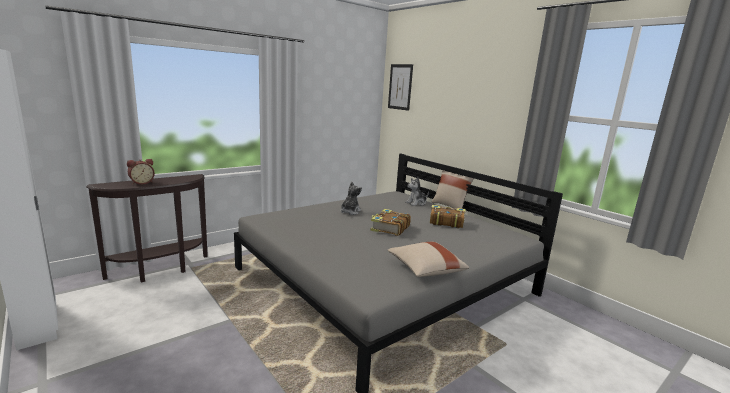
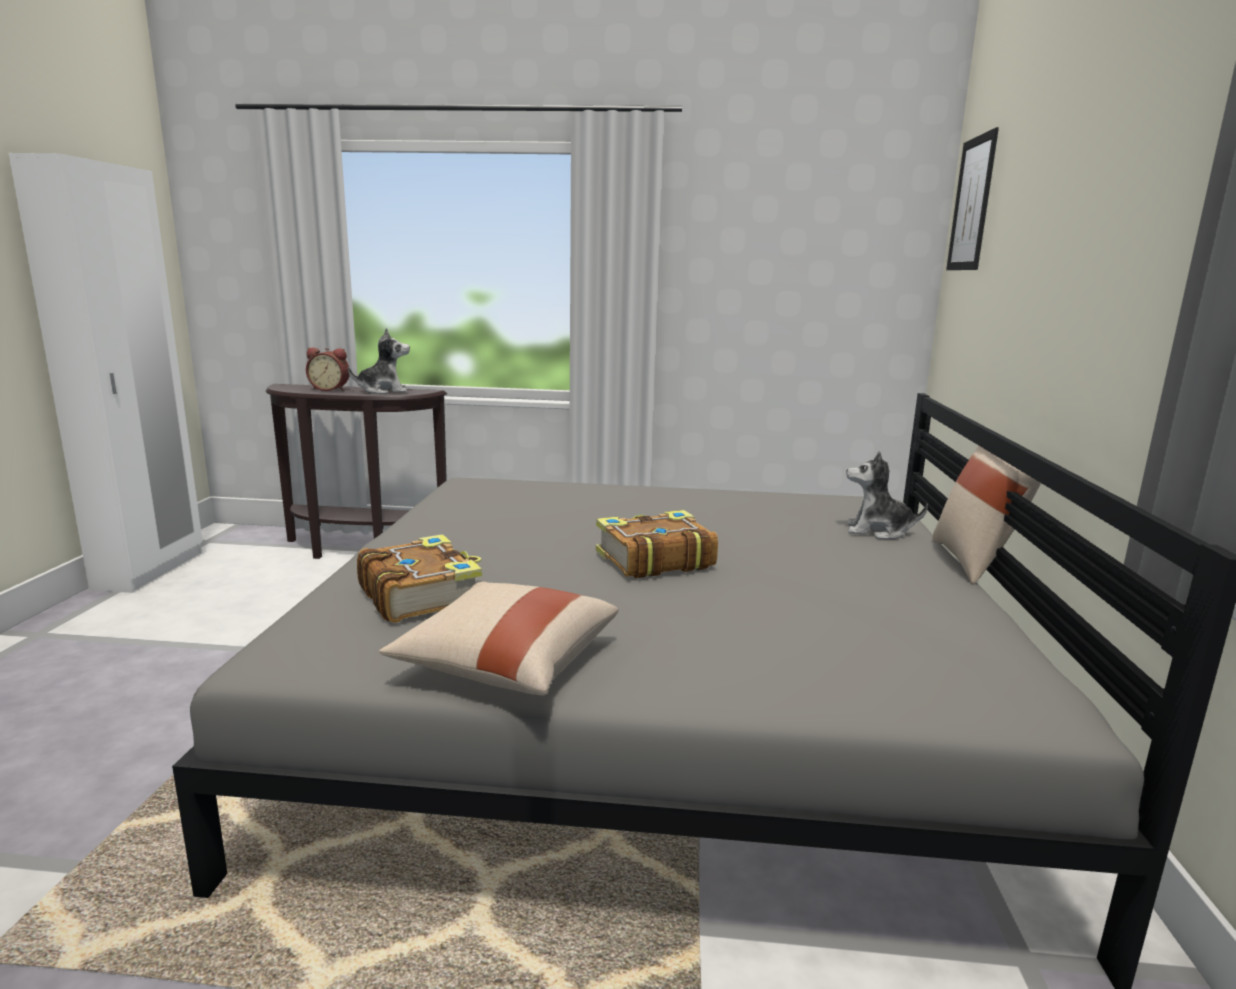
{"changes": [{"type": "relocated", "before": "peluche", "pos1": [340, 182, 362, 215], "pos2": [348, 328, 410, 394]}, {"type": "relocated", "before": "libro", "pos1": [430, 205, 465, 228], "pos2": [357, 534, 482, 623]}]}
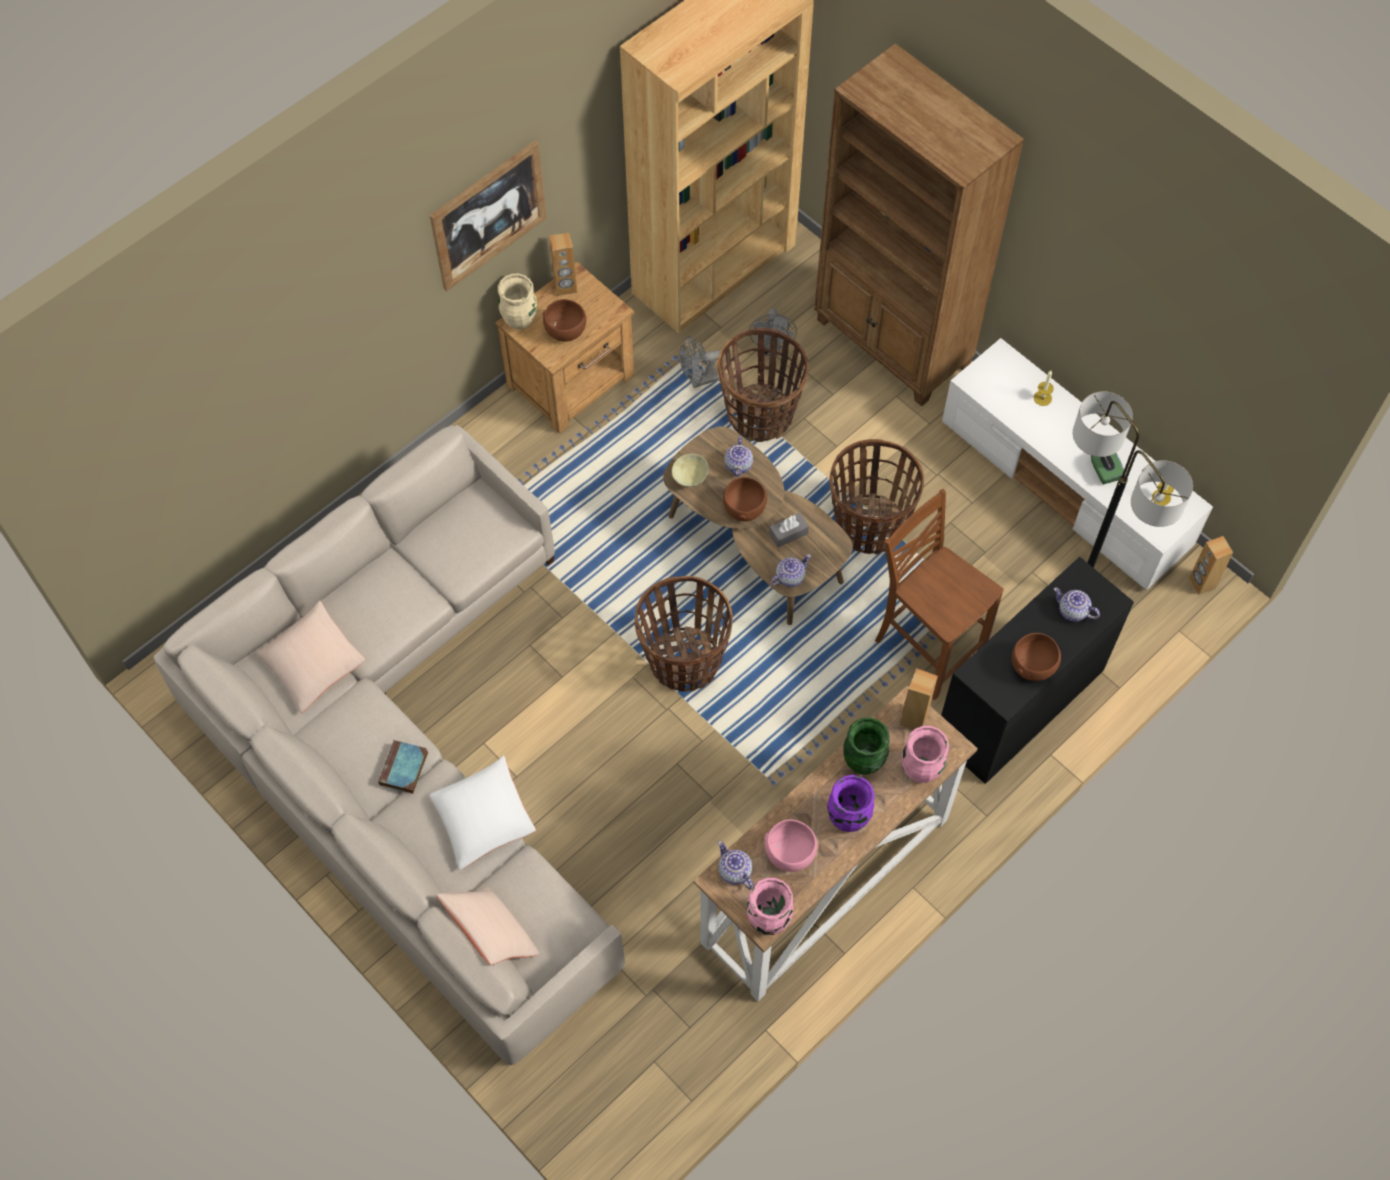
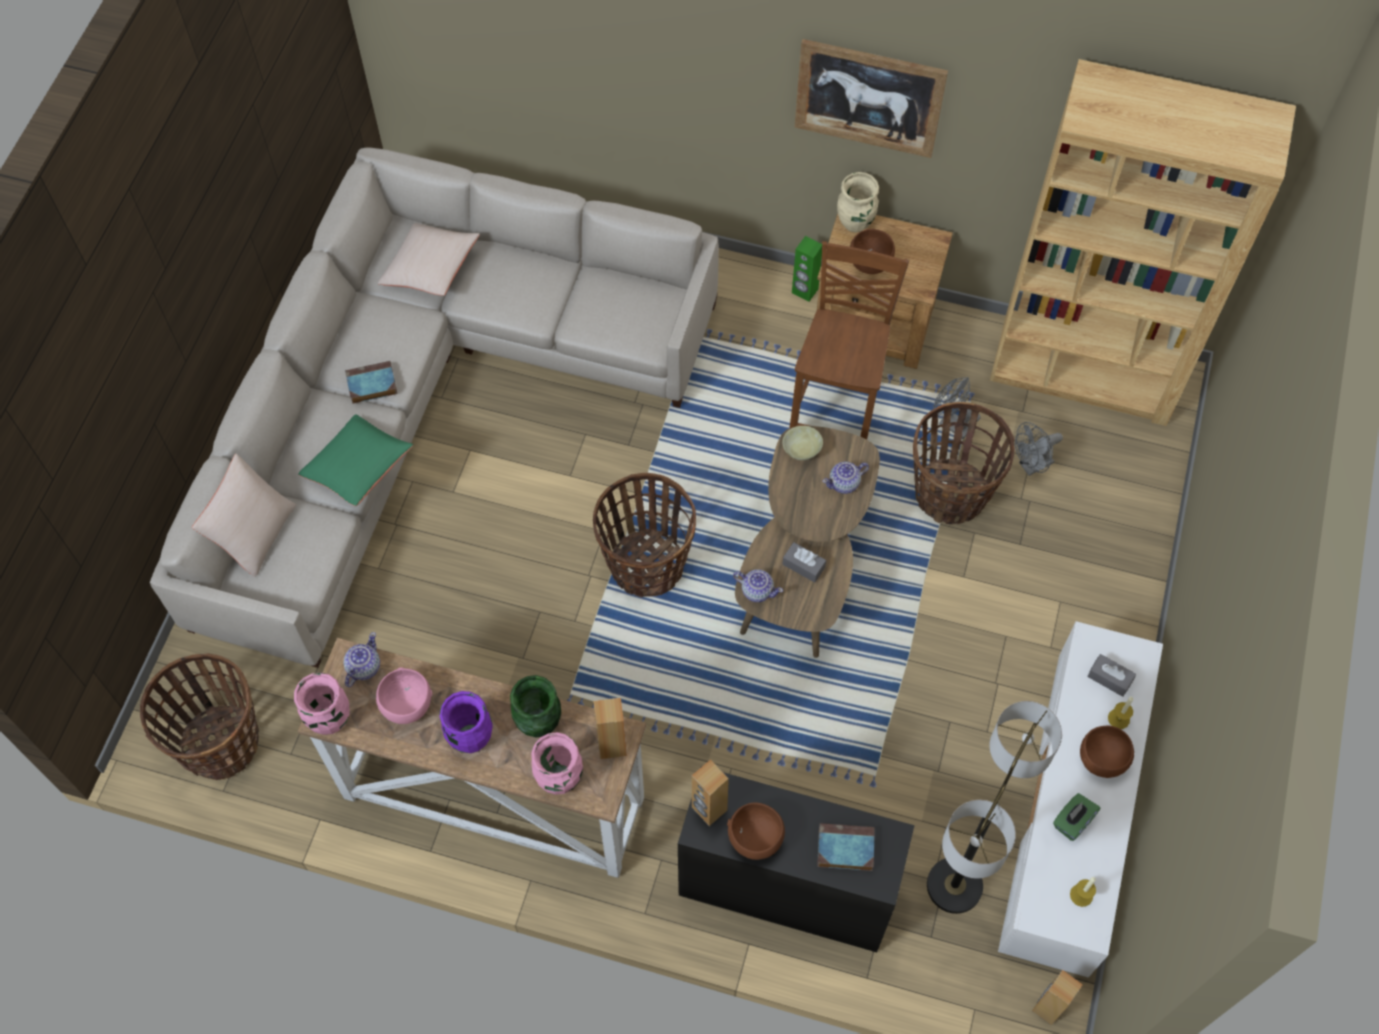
{"changes": [{"type": "missing", "before": "estantería [marrón]", "pos1": [814, 43, 1024, 406]}, {"type": "relocated", "before": "altavoz [marrón]", "pos1": [549, 232, 577, 296], "pos2": [692, 759, 729, 826]}, {"type": "relocated", "before": "cesta", "pos1": [829, 439, 924, 554], "pos2": [140, 653, 260, 780]}, {"type": "relocated", "before": "cuenco [marrón]", "pos1": [723, 477, 767, 522], "pos2": [1080, 726, 1134, 778]}, {"type": "relocated", "before": "silla [marrón]", "pos1": [875, 489, 1004, 700], "pos2": [789, 241, 909, 440]}, {"type": "exchanged", "before": "tetera", "after": "libro", "pos1": [1054, 588, 1100, 622], "pos2": [817, 823, 875, 871]}, {"type": "colour", "before": "cojín [blanco]", "after": "cojín [verde]", "pos1": [429, 756, 536, 870], "pos2": [298, 414, 413, 506]}, {"type": "appeared", "after": "altavoz [verde]", "pos2": [792, 236, 822, 302]}, {"type": "appeared", "after": "caja de pañuelos [gris]", "pos2": [1087, 654, 1136, 697]}]}
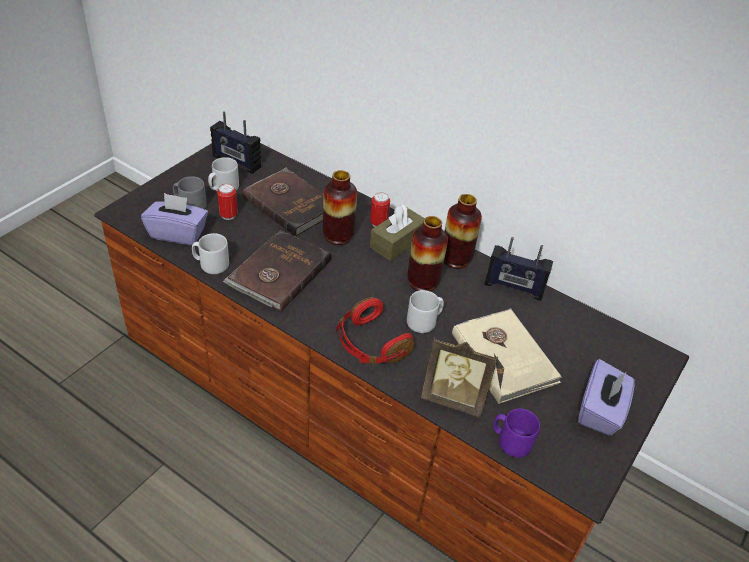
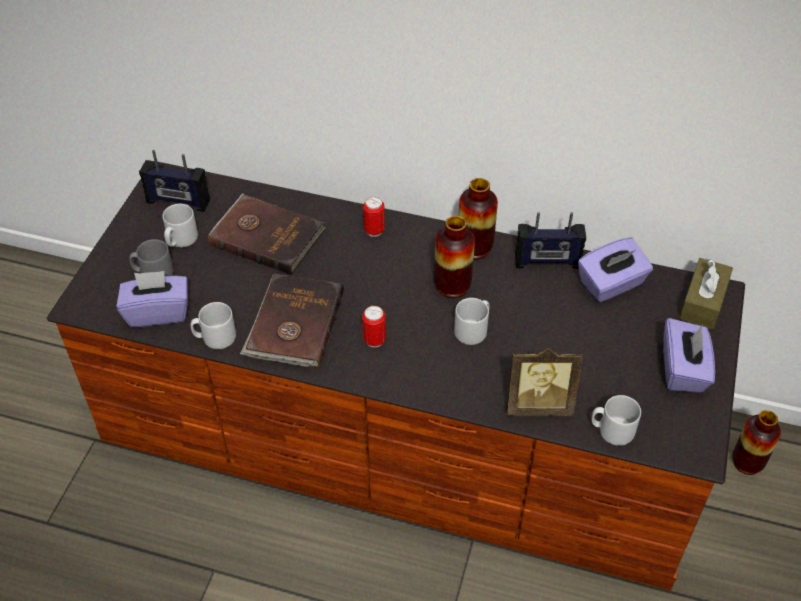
{"changes": [{"type": "relocated", "before": "florero", "pos1": [323, 170, 357, 245], "pos2": [732, 410, 781, 475]}, {"type": "relocated", "before": "lata", "pos1": [217, 184, 238, 220], "pos2": [362, 306, 386, 347]}, {"type": "relocated", "before": "caja de pañuelos [marrón]", "pos1": [370, 205, 425, 261], "pos2": [679, 258, 733, 329]}, {"type": "missing", "before": "auriculares [rojo]", "pos1": [336, 297, 415, 364]}, {"type": "missing", "before": "libro [beis]", "pos1": [452, 308, 562, 404]}, {"type": "colour", "before": "taza grande [morado]", "after": "taza grande [gris]", "pos1": [494, 409, 540, 458], "pos2": [591, 395, 641, 446]}, {"type": "appeared", "after": "caja de pañuelos [morado]", "pos2": [578, 238, 653, 302]}]}
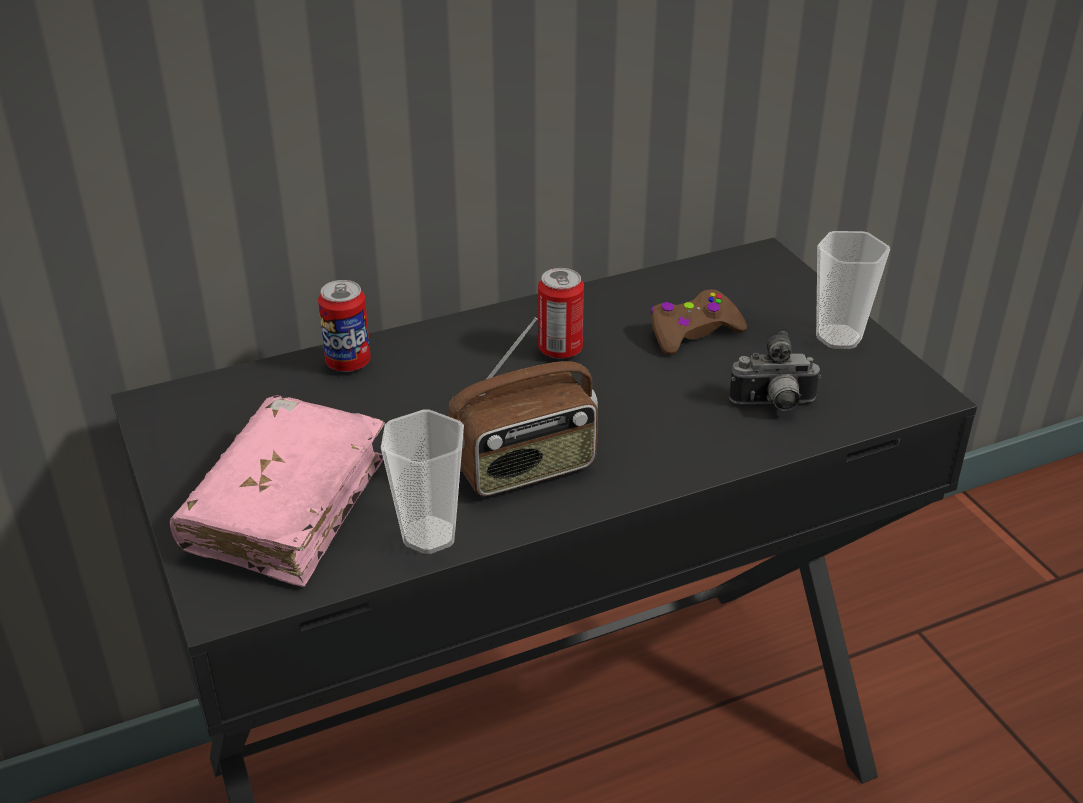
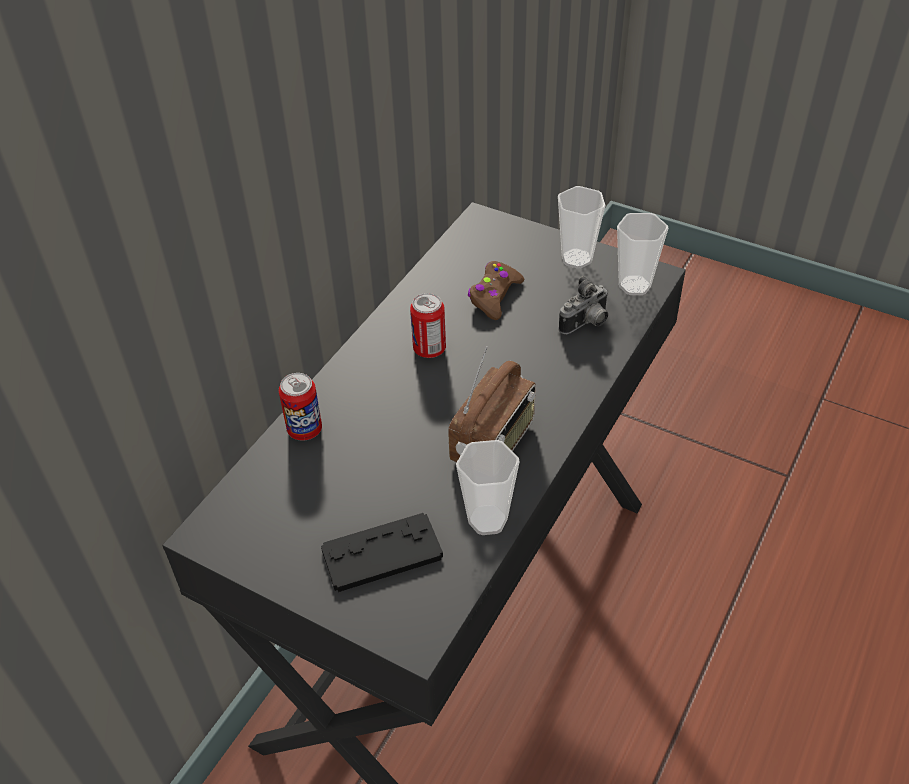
{"changes": [{"type": "exchanged", "before": "libro [rosa]", "after": "mando de consola [negro]", "pos1": [170, 395, 385, 587], "pos2": [321, 513, 443, 592]}, {"type": "appeared", "after": "taza", "pos2": [617, 213, 668, 295]}]}
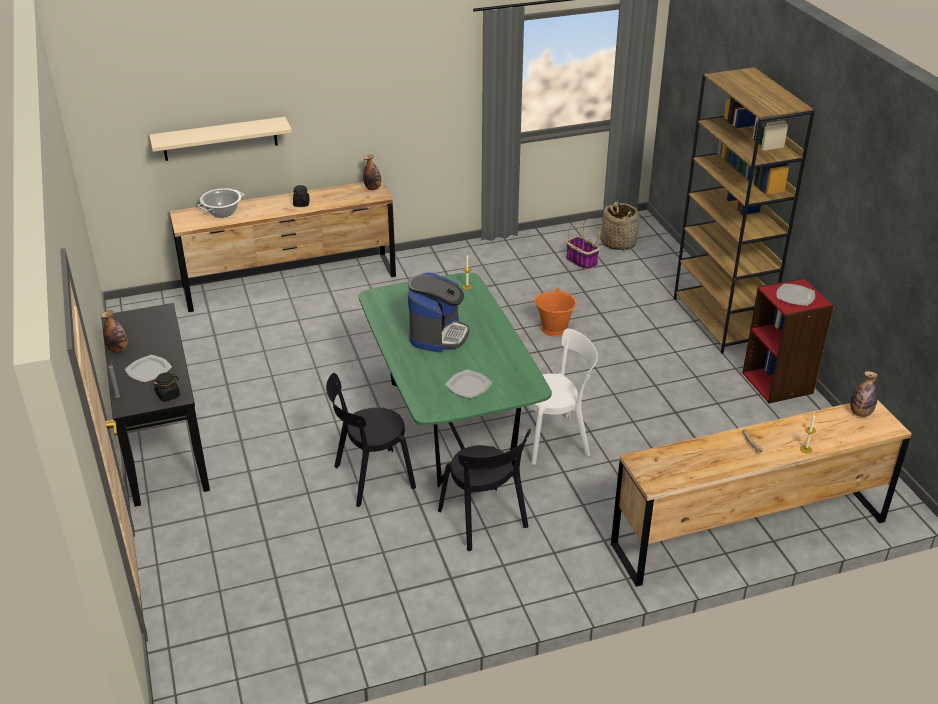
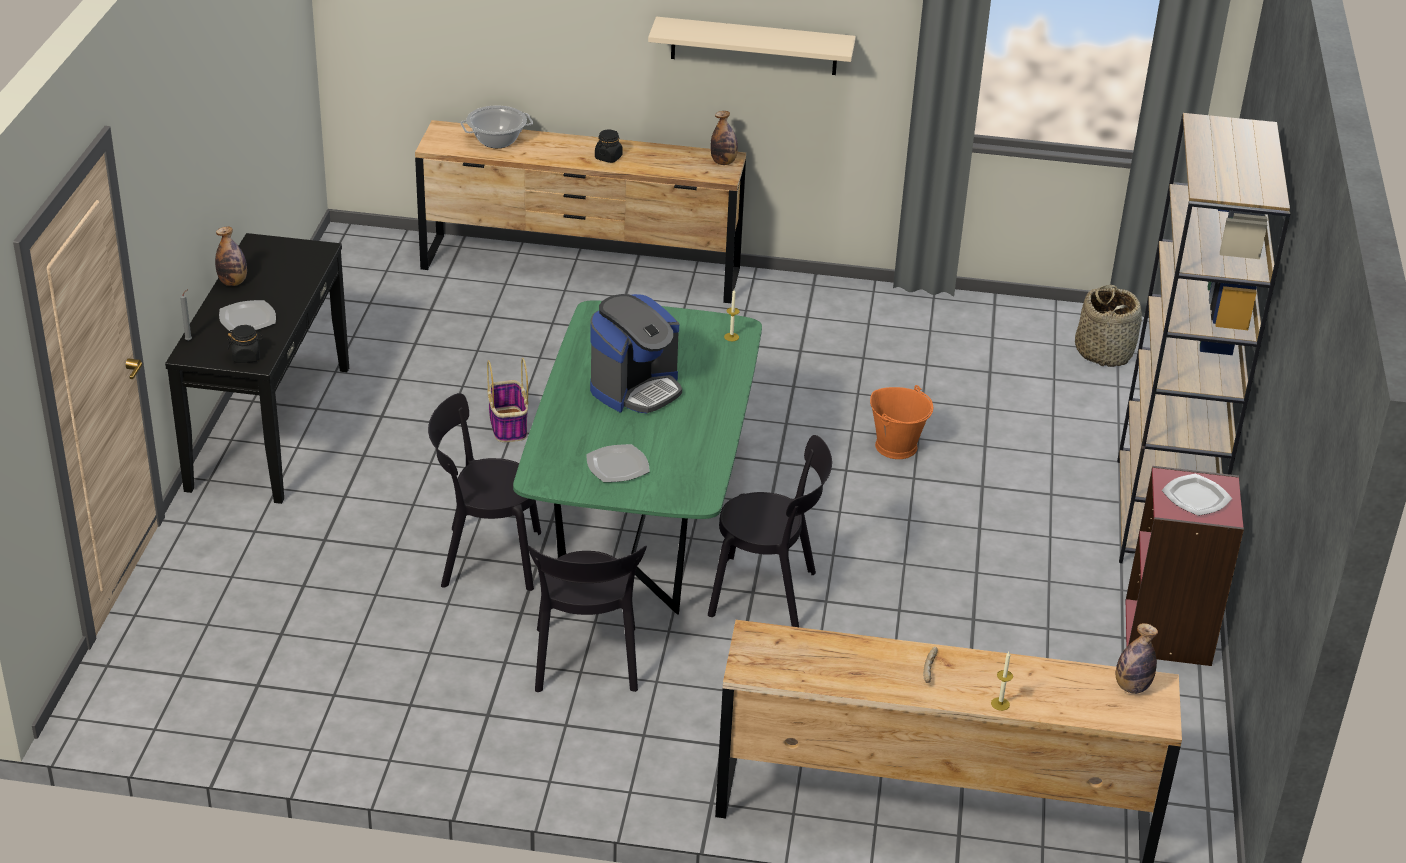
{"changes": [{"type": "relocated", "before": "estante [beis]", "pos1": [149, 117, 292, 161], "pos2": [648, 17, 856, 75]}, {"type": "relocated", "before": "cesta", "pos1": [566, 219, 600, 270], "pos2": [487, 358, 528, 442]}, {"type": "colour", "before": "silla [blanco]", "after": "silla [negro]", "pos1": [520, 328, 598, 465], "pos2": [708, 435, 832, 627]}]}
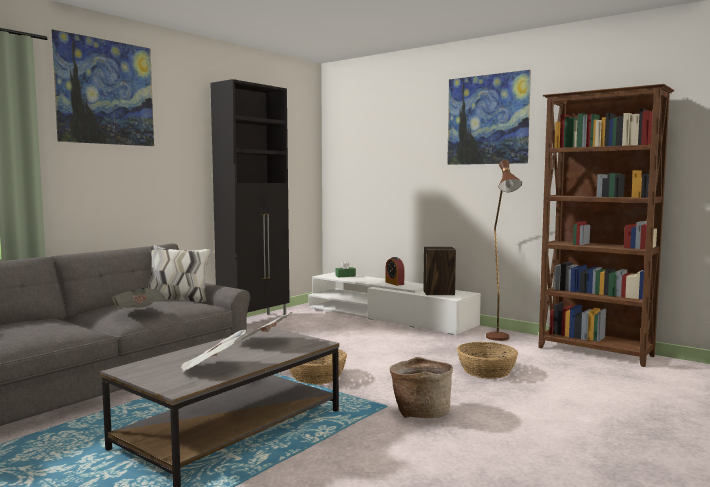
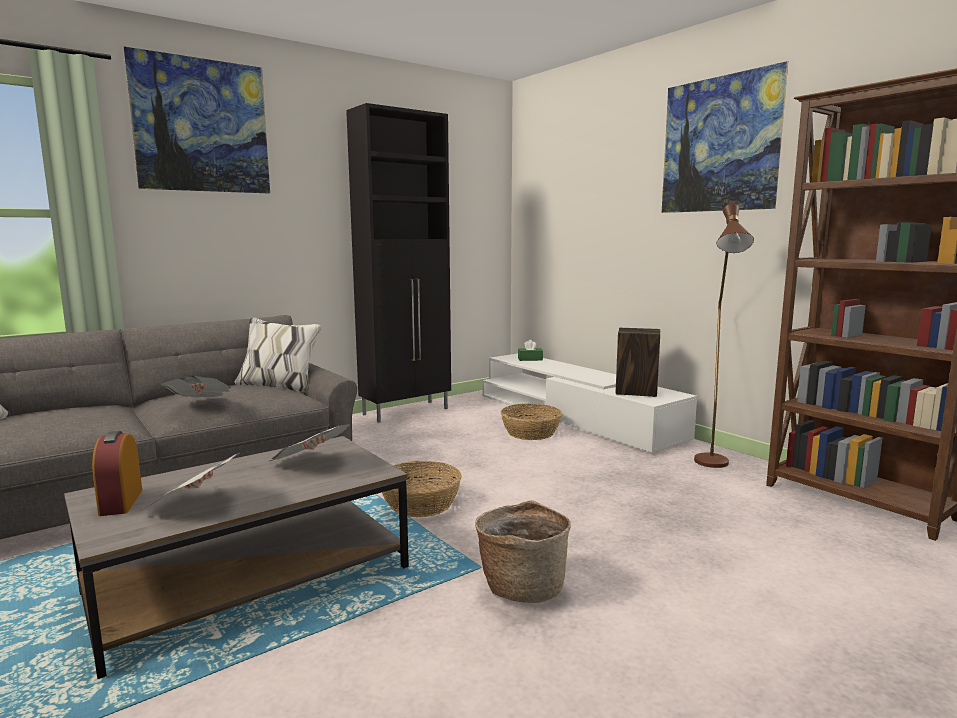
{"changes": [{"type": "relocated", "before": "despertador", "pos1": [385, 257, 404, 286], "pos2": [92, 431, 142, 516]}, {"type": "relocated", "before": "cesta", "pos1": [457, 342, 518, 379], "pos2": [501, 403, 562, 440]}]}
